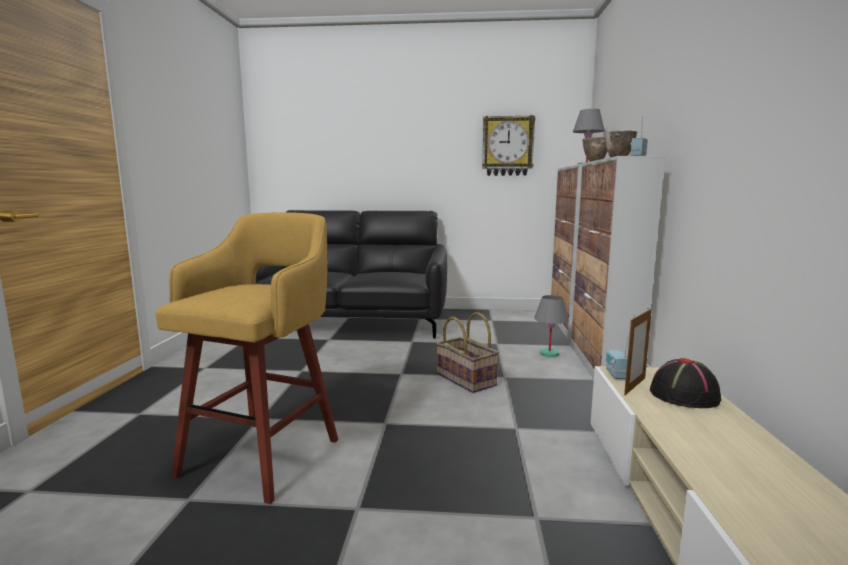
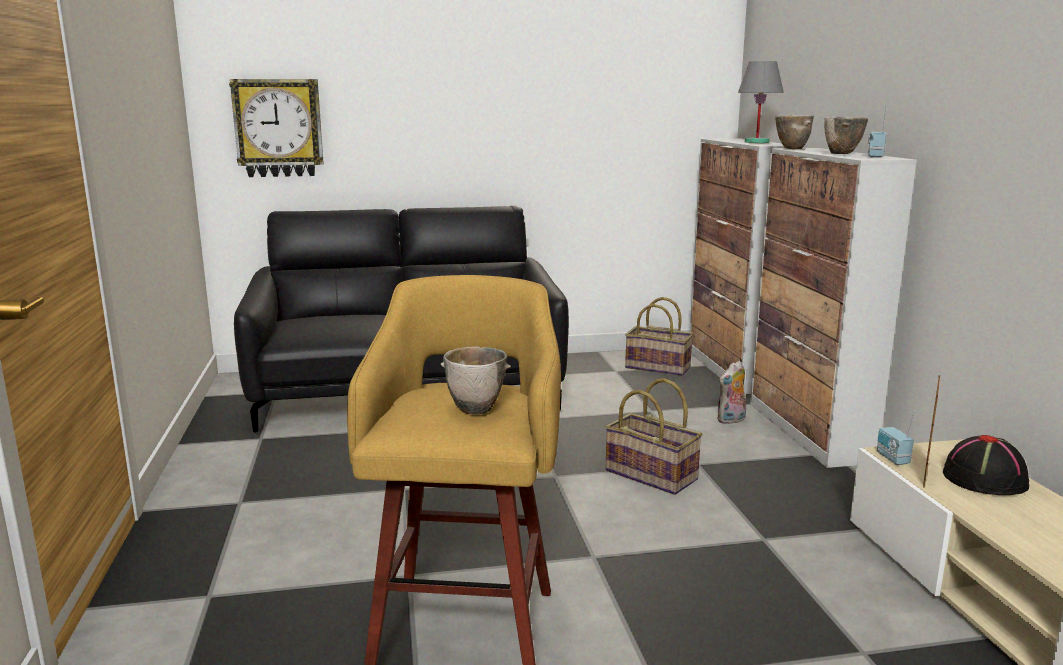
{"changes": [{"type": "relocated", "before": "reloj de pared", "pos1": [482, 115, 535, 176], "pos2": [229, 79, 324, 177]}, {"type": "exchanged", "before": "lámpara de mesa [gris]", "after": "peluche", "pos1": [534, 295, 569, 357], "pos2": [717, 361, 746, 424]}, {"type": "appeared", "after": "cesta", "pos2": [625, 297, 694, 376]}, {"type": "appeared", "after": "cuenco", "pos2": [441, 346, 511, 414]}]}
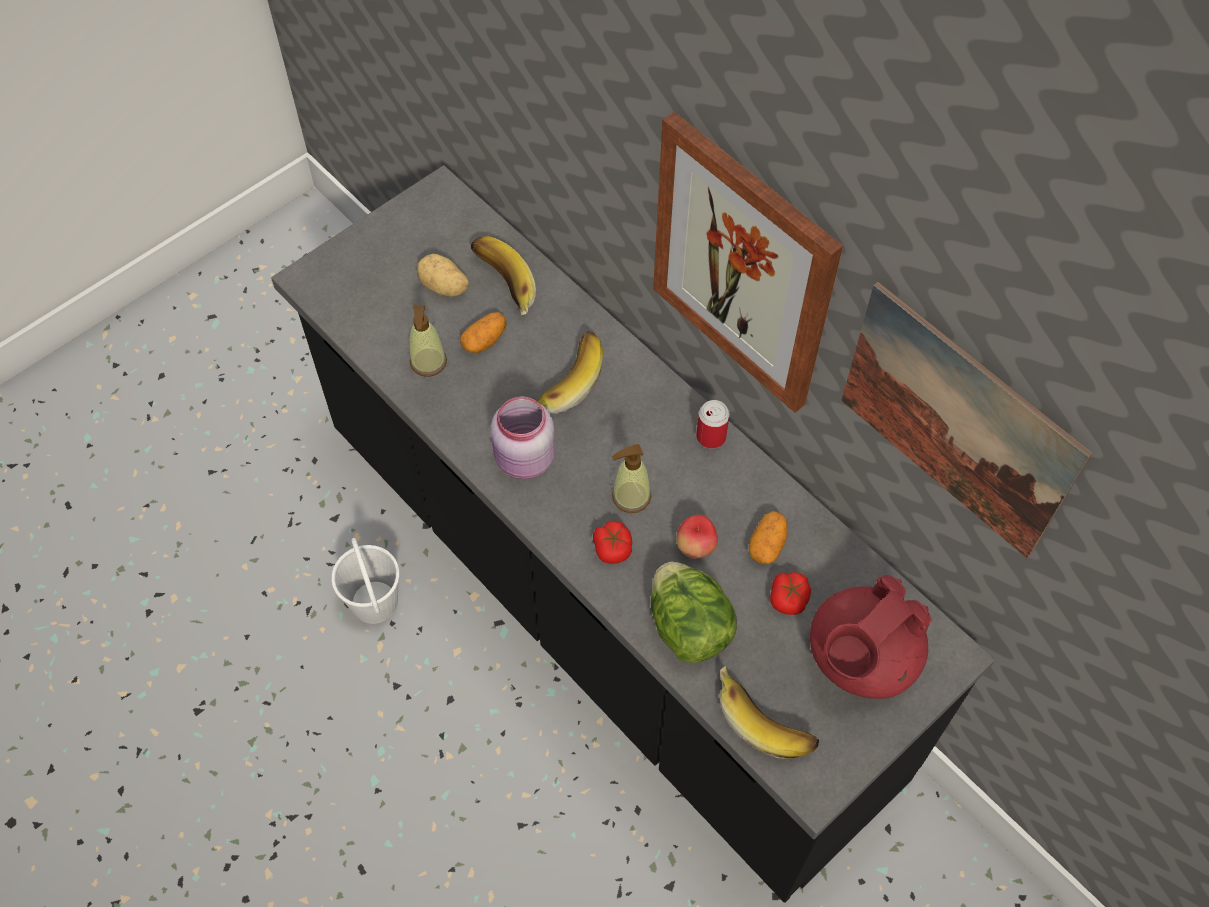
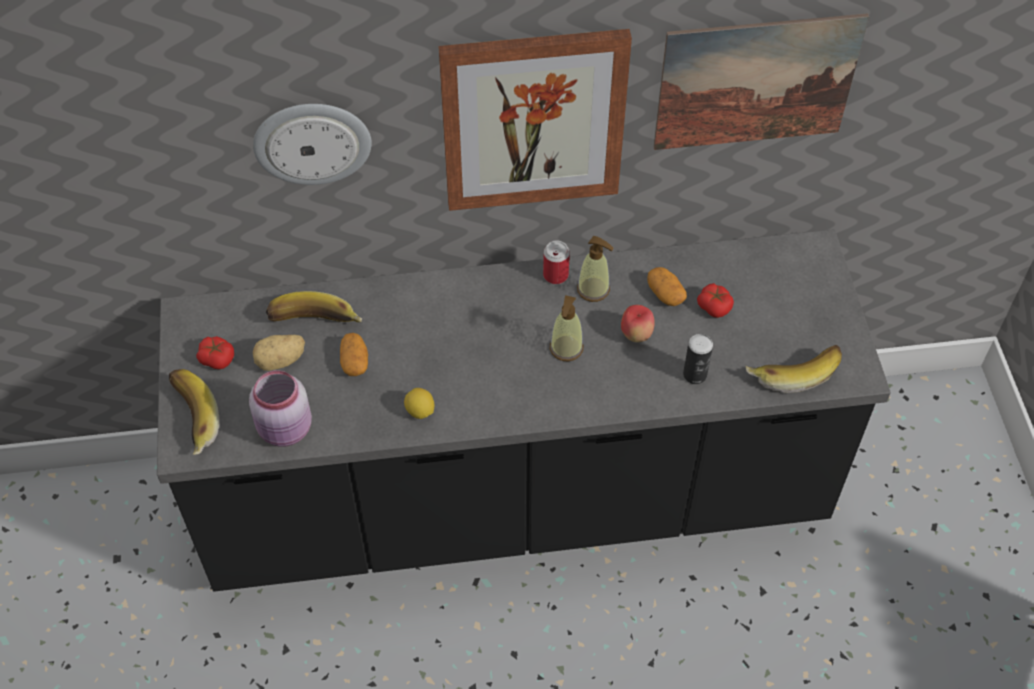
{"changes": [{"type": "relocated", "before": "dispensador de jabón", "pos1": [409, 305, 447, 377], "pos2": [577, 236, 614, 302]}, {"type": "relocated", "before": "plátano", "pos1": [537, 331, 603, 414], "pos2": [169, 369, 220, 455]}, {"type": "relocated", "before": "tarro [rosa]", "pos1": [490, 396, 555, 479], "pos2": [249, 370, 312, 447]}, {"type": "relocated", "before": "tomate", "pos1": [593, 521, 632, 564], "pos2": [196, 336, 234, 369]}, {"type": "missing", "before": "cubo [blanco]", "pos1": [331, 538, 400, 624]}, {"type": "exchanged", "before": "lechuga", "after": "lata", "pos1": [651, 562, 737, 663], "pos2": [683, 334, 713, 384]}, {"type": "missing", "before": "tetera [rojo]", "pos1": [810, 575, 932, 699]}, {"type": "appeared", "after": "reloj de pared", "pos2": [253, 104, 372, 185]}, {"type": "appeared", "after": "limón", "pos2": [404, 388, 435, 419]}]}
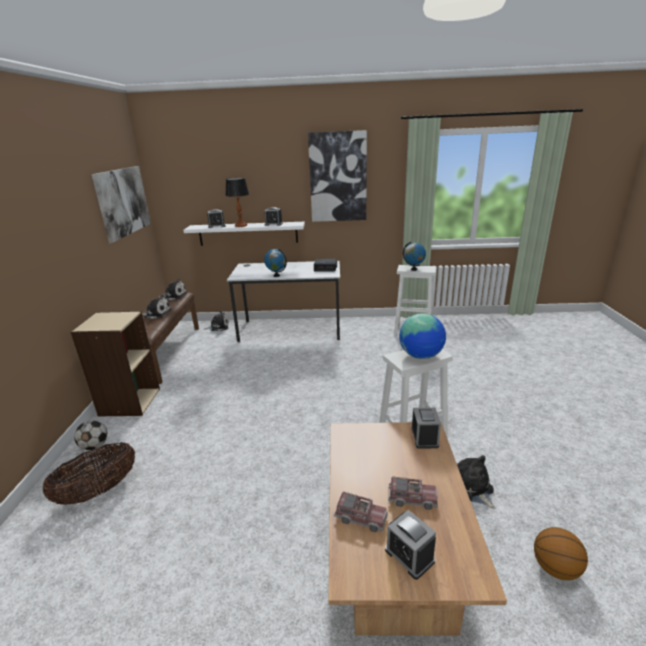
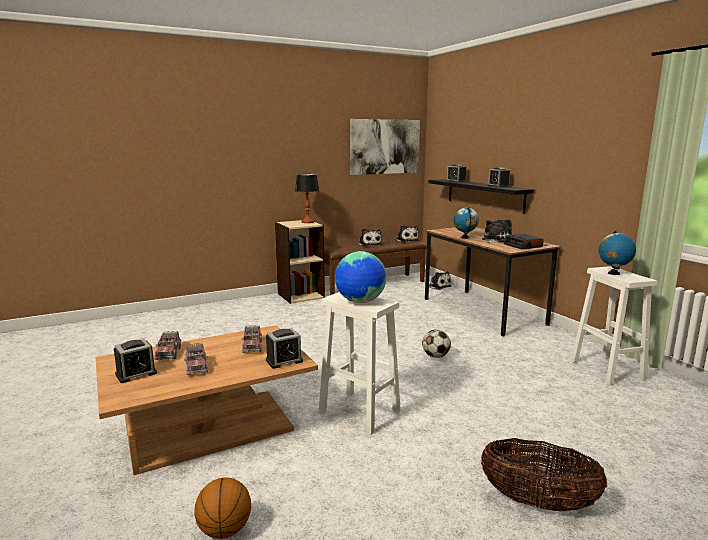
{"changes": [{"type": "missing", "before": "cuadro", "pos1": [308, 130, 367, 222]}, {"type": "relocated", "before": "lámpara de mesa", "pos1": [225, 178, 249, 227], "pos2": [295, 174, 319, 223]}, {"type": "colour", "before": "estante [blanco]", "after": "estante [negro]", "pos1": [183, 222, 305, 246], "pos2": [429, 179, 534, 214]}, {"type": "colour", "before": "escritorio [blanco]", "after": "escritorio [marrón]", "pos1": [227, 261, 340, 342], "pos2": [425, 227, 561, 336]}, {"type": "relocated", "before": "balón de fútbol", "pos1": [74, 420, 107, 450], "pos2": [422, 330, 451, 358]}, {"type": "relocated", "before": "cesta", "pos1": [43, 442, 135, 505], "pos2": [481, 438, 607, 512]}, {"type": "relocated", "before": "peluche", "pos1": [457, 455, 496, 509], "pos2": [482, 220, 512, 244]}, {"type": "spun", "before": "despertador", "pos1": [385, 510, 436, 580], "pos2": [114, 339, 157, 383], "turn": -150}, {"type": "appeared", "after": "camión de juguete", "pos2": [241, 325, 262, 353]}]}
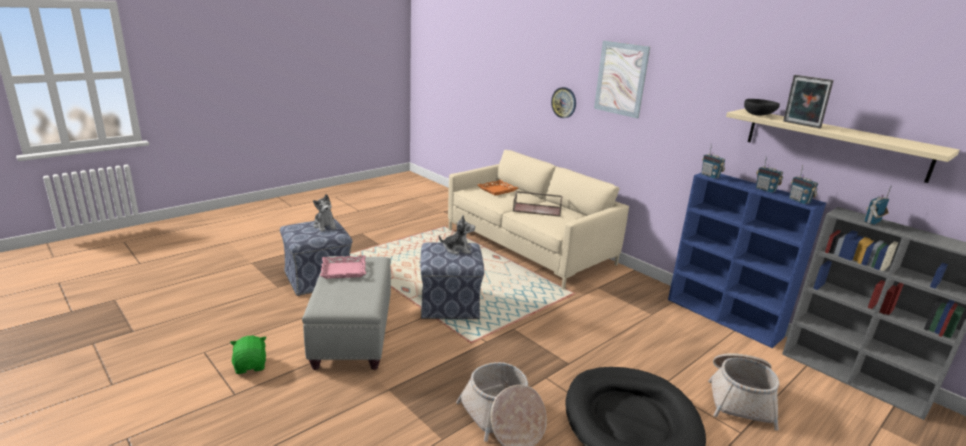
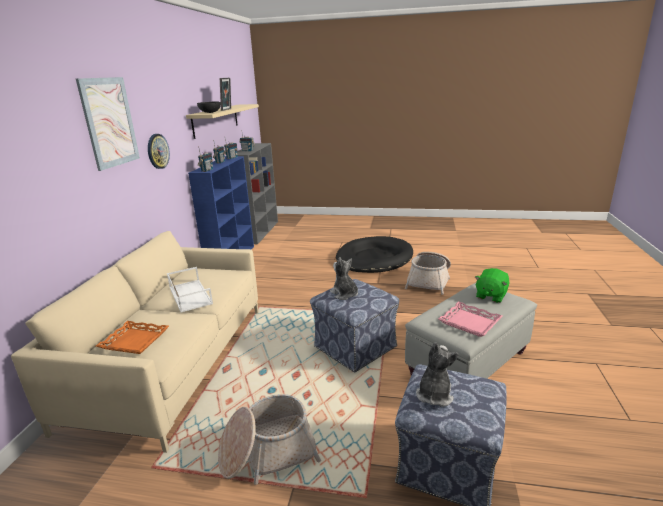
{"changes": [{"type": "relocated", "before": "reloj de pared", "pos1": [551, 87, 576, 118], "pos2": [148, 134, 170, 169]}, {"type": "colour", "before": "bandeja [marrón]", "after": "bandeja [blanco]", "pos1": [513, 191, 562, 217], "pos2": [167, 267, 213, 313]}, {"type": "relocated", "before": "peluche [verde]", "pos1": [230, 336, 267, 374], "pos2": [475, 268, 510, 303]}, {"type": "relocated", "before": "cesta", "pos1": [708, 353, 779, 431], "pos2": [218, 394, 321, 485]}]}
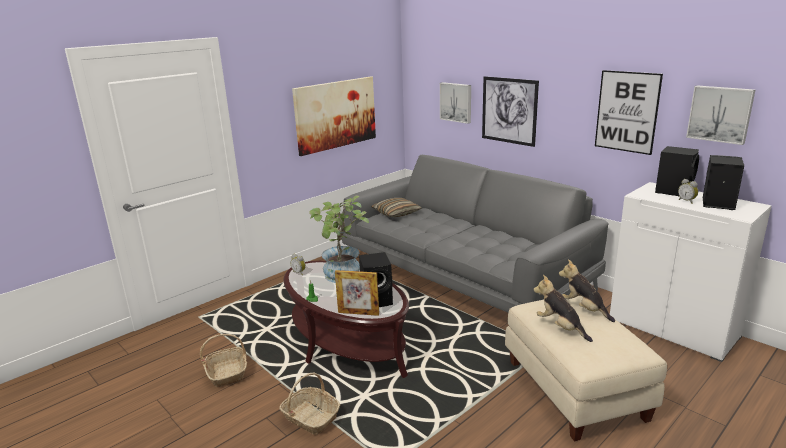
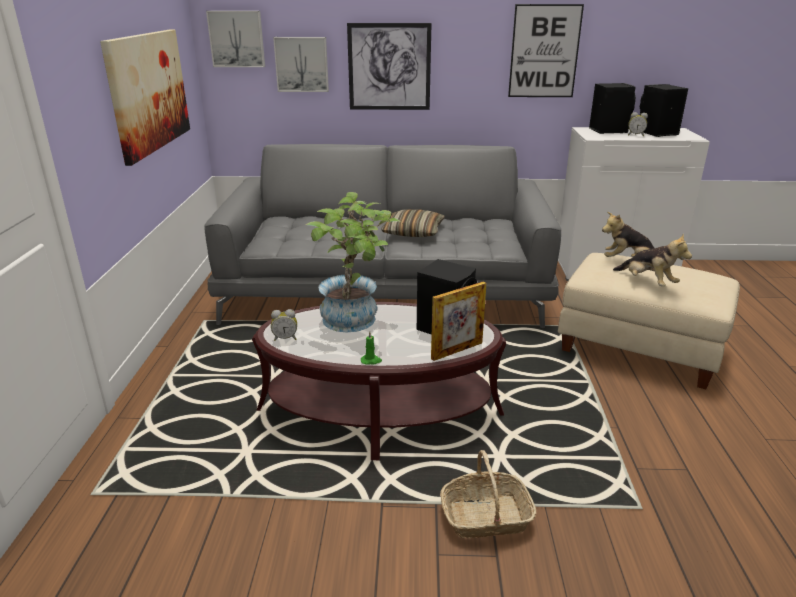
{"changes": [{"type": "relocated", "before": "cuadro", "pos1": [686, 86, 755, 145], "pos2": [206, 11, 265, 67]}, {"type": "relocated", "before": "cojín", "pos1": [371, 198, 422, 217], "pos2": [381, 209, 445, 237]}, {"type": "spun", "before": "peluche", "pos1": [534, 275, 593, 342], "pos2": [613, 233, 692, 286], "turn": -135}, {"type": "missing", "before": "cesta", "pos1": [200, 334, 247, 387]}]}
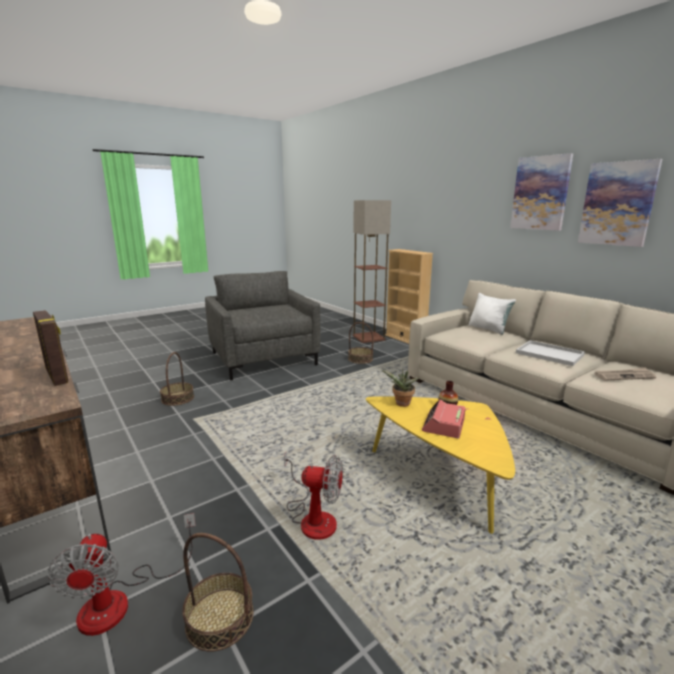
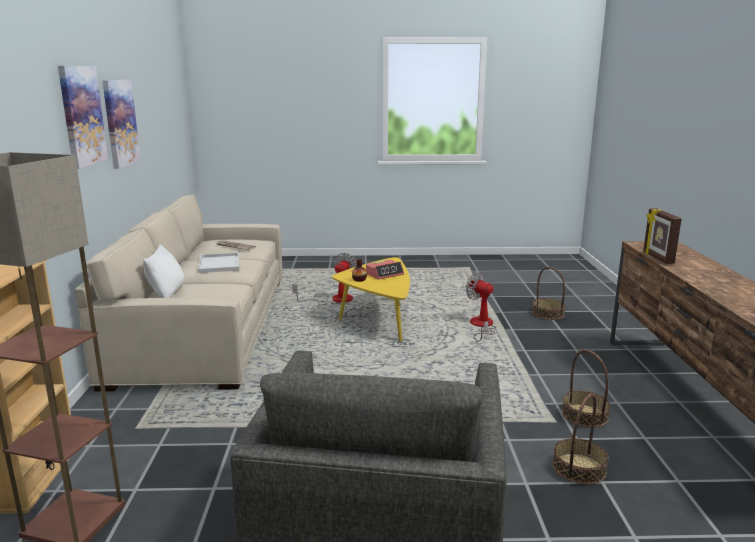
{"changes": [{"type": "relocated", "before": "cesta", "pos1": [348, 322, 373, 364], "pos2": [562, 350, 611, 428]}, {"type": "missing", "before": "planta en maceta", "pos1": [382, 369, 419, 407]}, {"type": "relocated", "before": "ventilador", "pos1": [48, 513, 196, 636], "pos2": [292, 253, 357, 305]}]}
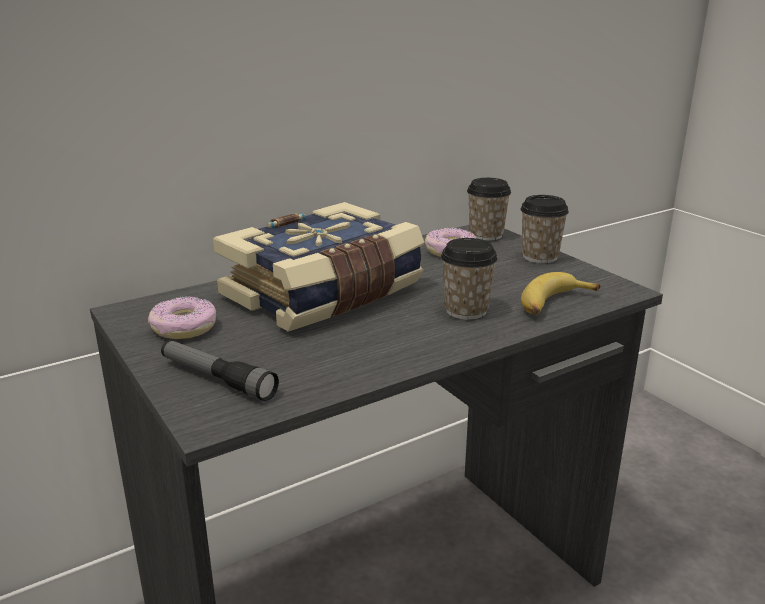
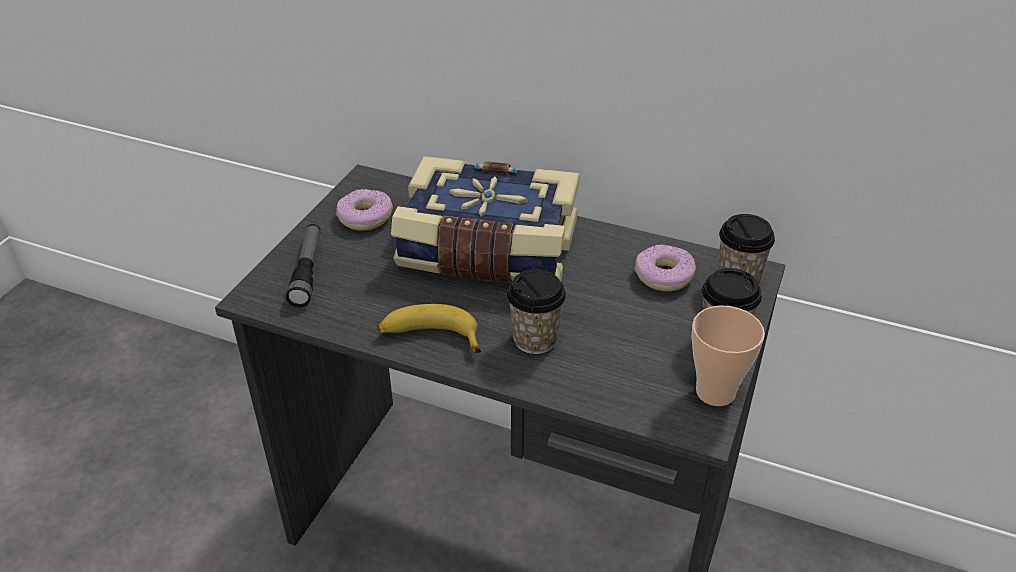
{"changes": [{"type": "relocated", "before": "plátano", "pos1": [521, 272, 600, 314], "pos2": [377, 304, 481, 353]}, {"type": "appeared", "after": "taza", "pos2": [692, 305, 765, 406]}]}
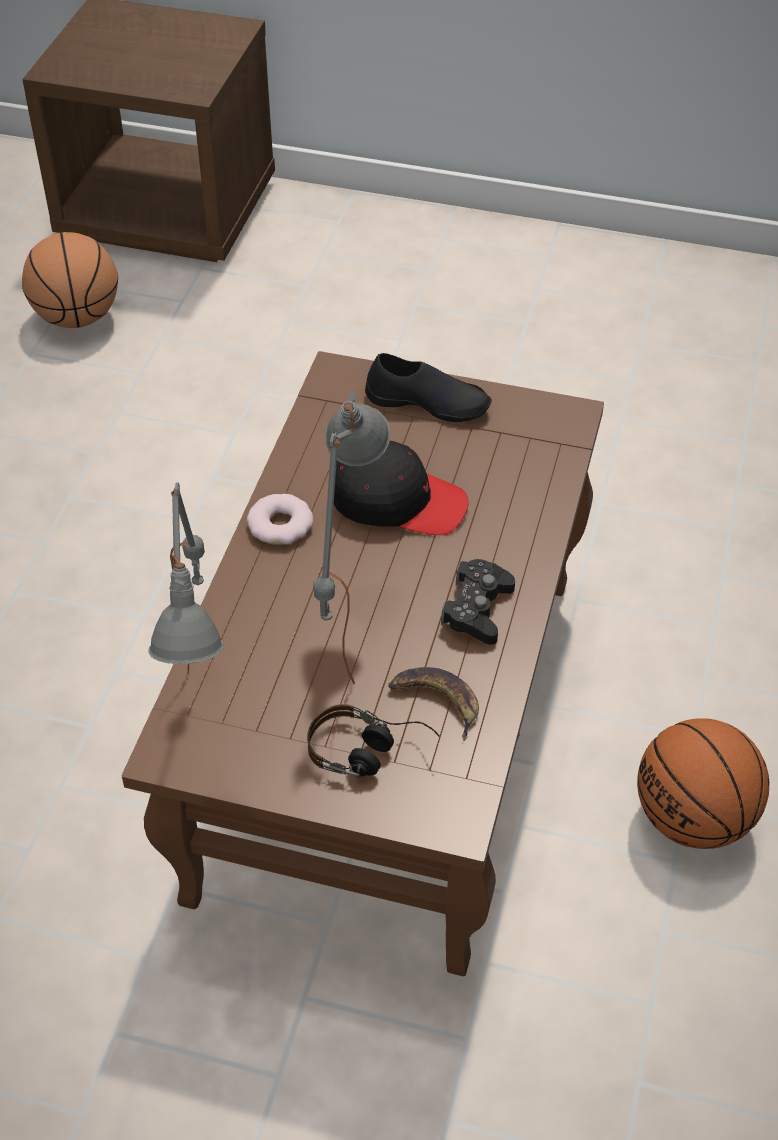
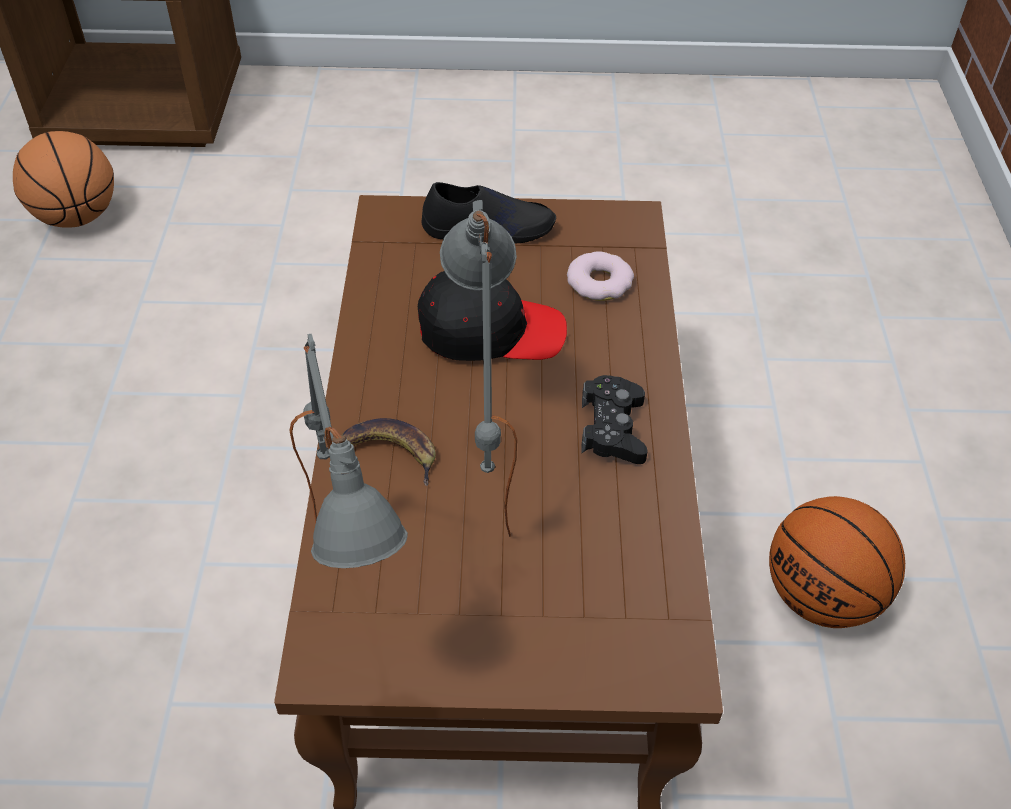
{"changes": [{"type": "relocated", "before": "rosquilla", "pos1": [247, 494, 313, 545], "pos2": [567, 251, 634, 301]}, {"type": "relocated", "before": "plátano", "pos1": [388, 667, 479, 741], "pos2": [342, 418, 436, 486]}, {"type": "missing", "before": "auriculares", "pos1": [307, 704, 440, 778]}]}
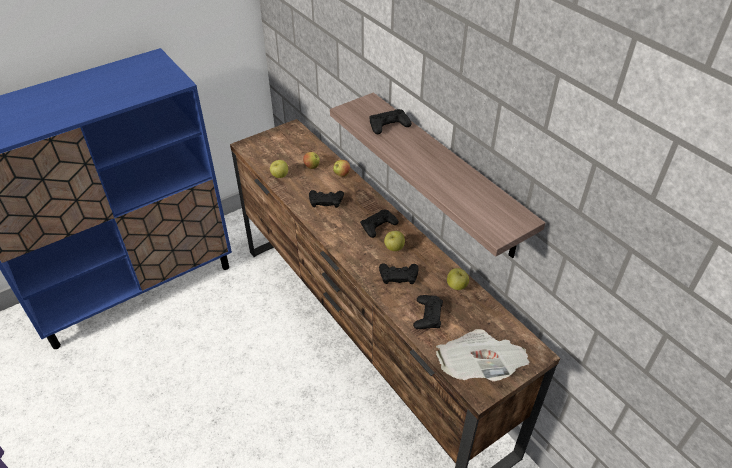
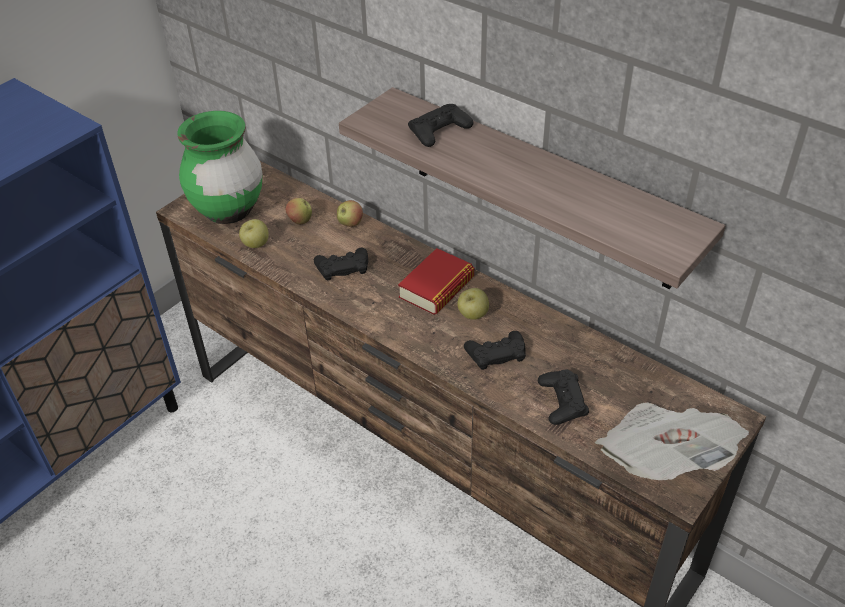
{"changes": [{"type": "exchanged", "before": "mando de consola [negro]", "after": "libro", "pos1": [360, 210, 399, 238], "pos2": [398, 248, 474, 315]}, {"type": "missing", "before": "manzana", "pos1": [447, 268, 469, 290]}, {"type": "appeared", "after": "florero [verde]", "pos2": [177, 111, 263, 224]}]}
